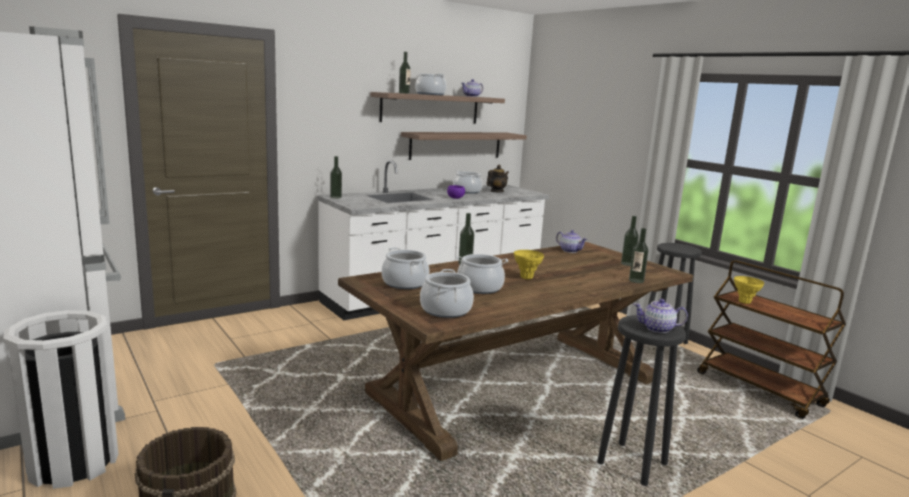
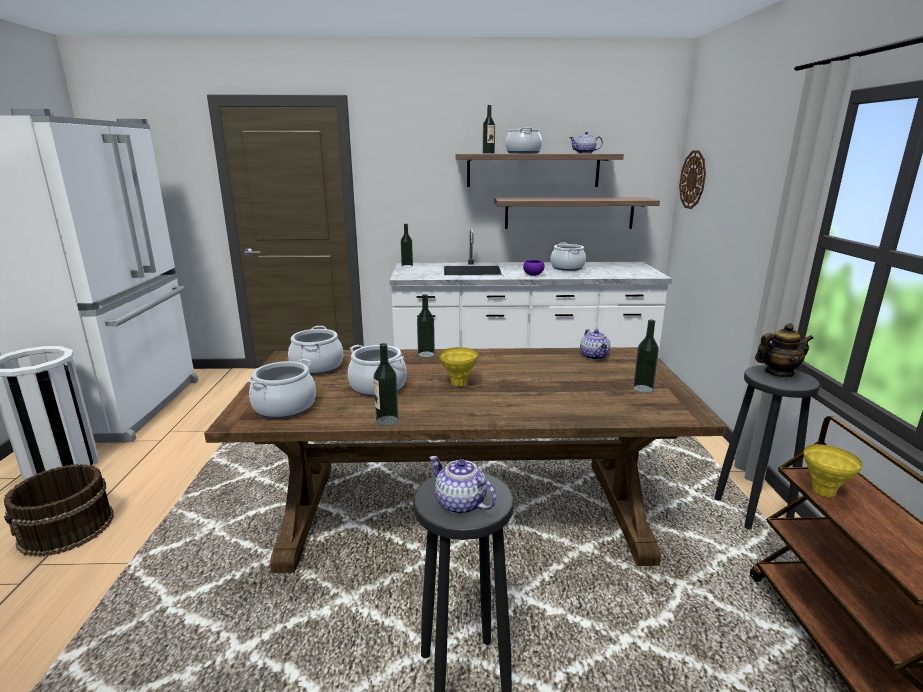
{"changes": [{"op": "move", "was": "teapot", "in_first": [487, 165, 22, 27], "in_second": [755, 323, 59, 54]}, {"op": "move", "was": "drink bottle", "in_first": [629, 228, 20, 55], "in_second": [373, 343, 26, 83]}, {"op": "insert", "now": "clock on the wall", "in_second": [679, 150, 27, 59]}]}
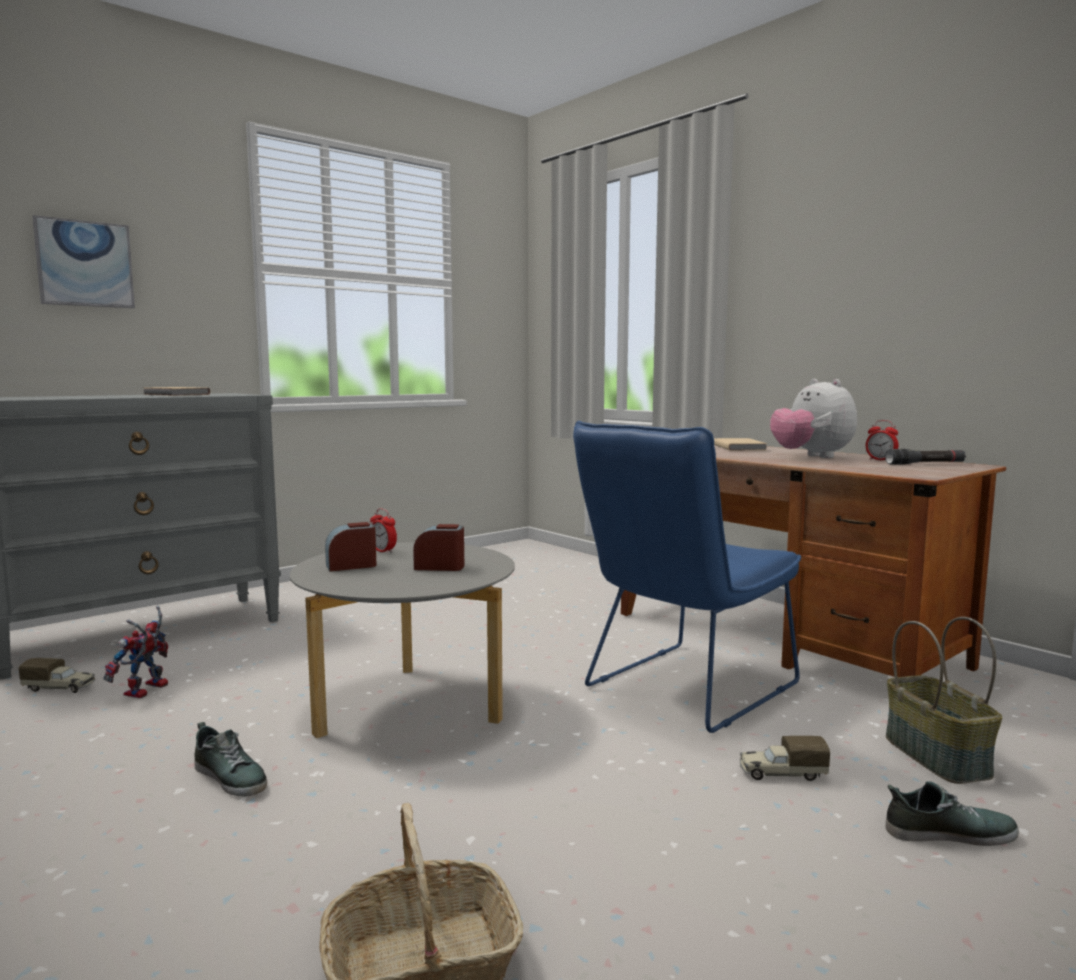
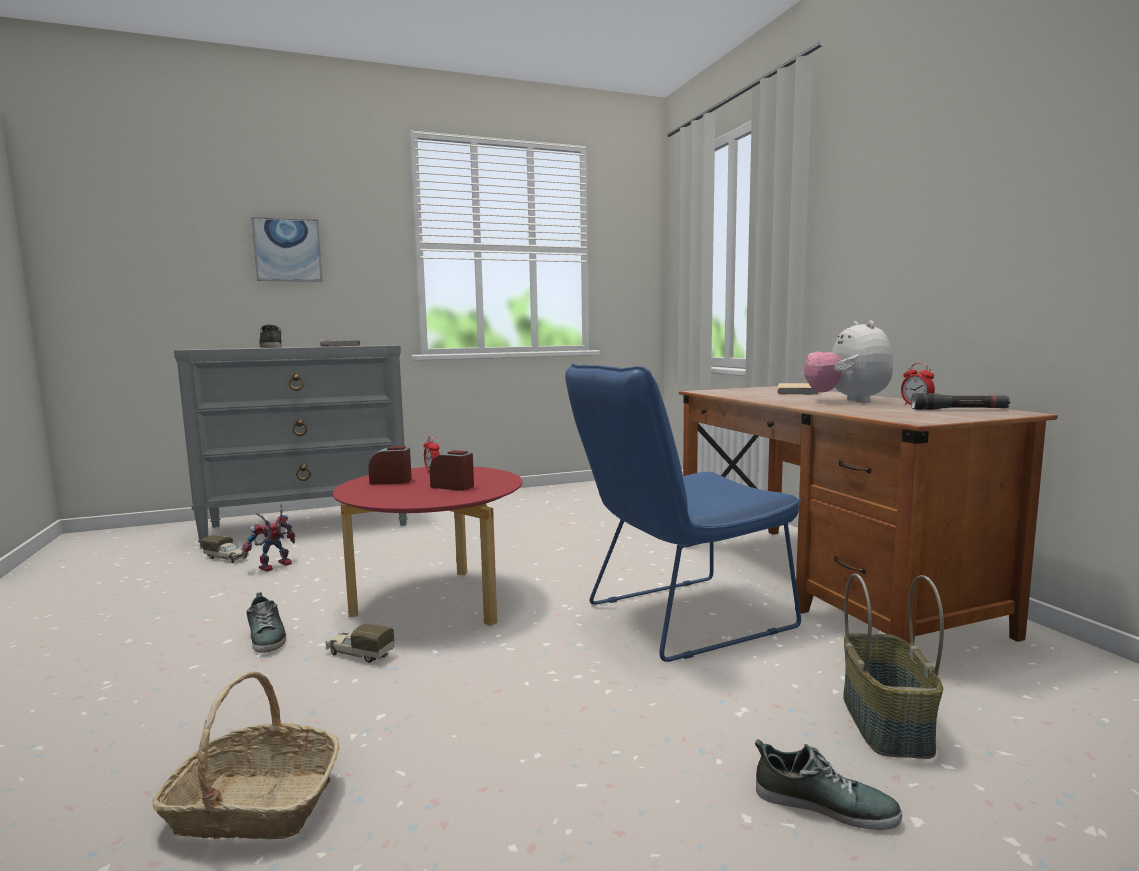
{"changes": [{"op": "recolor", "was": "coffee table (grey)", "now": "coffee table (red)", "in_first": [290, 542, 225, 196], "in_second": [333, 467, 189, 159]}, {"op": "move", "was": "toy lorry", "in_first": [740, 736, 90, 45], "in_second": [325, 624, 69, 39]}, {"op": "insert", "now": "low shoe", "in_second": [259, 324, 23, 24]}]}
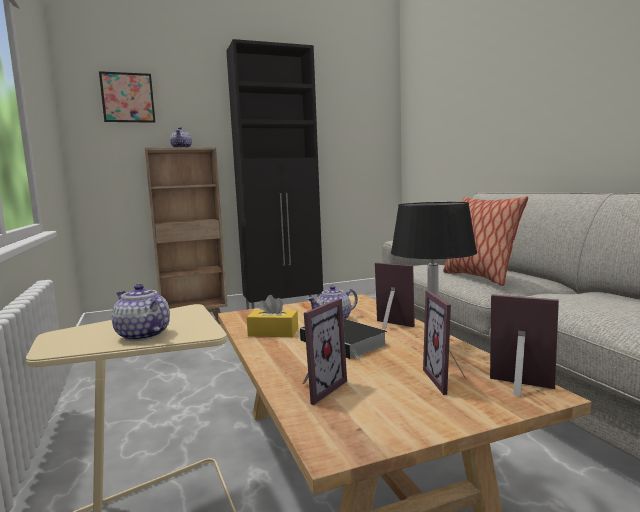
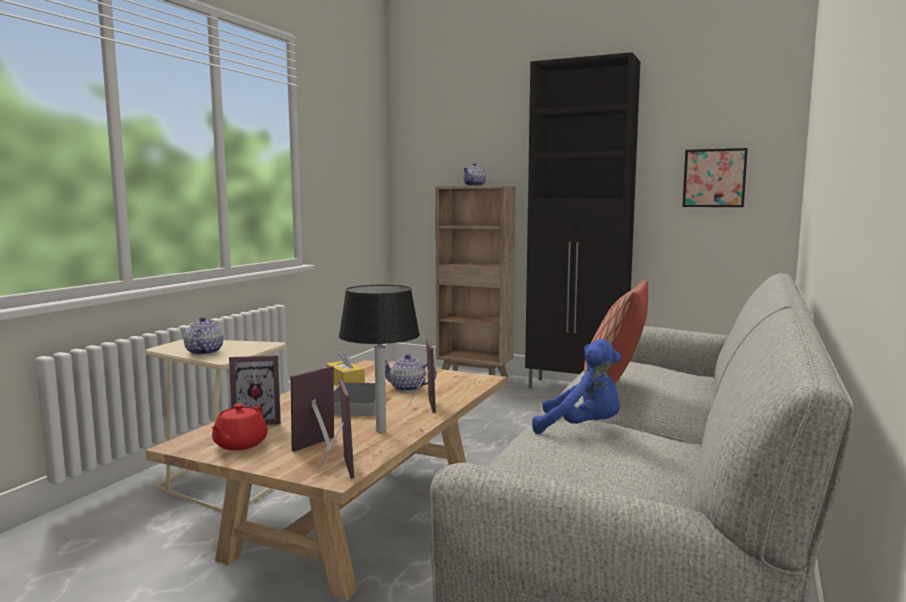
{"changes": [{"op": "move", "was": "picture", "in_first": [99, 71, 56, 52], "in_second": [682, 148, 66, 59]}, {"op": "insert", "now": "plush toy (bluish)", "in_second": [532, 339, 89, 95]}, {"op": "insert", "now": "teapot (red)", "in_second": [211, 403, 57, 47]}]}
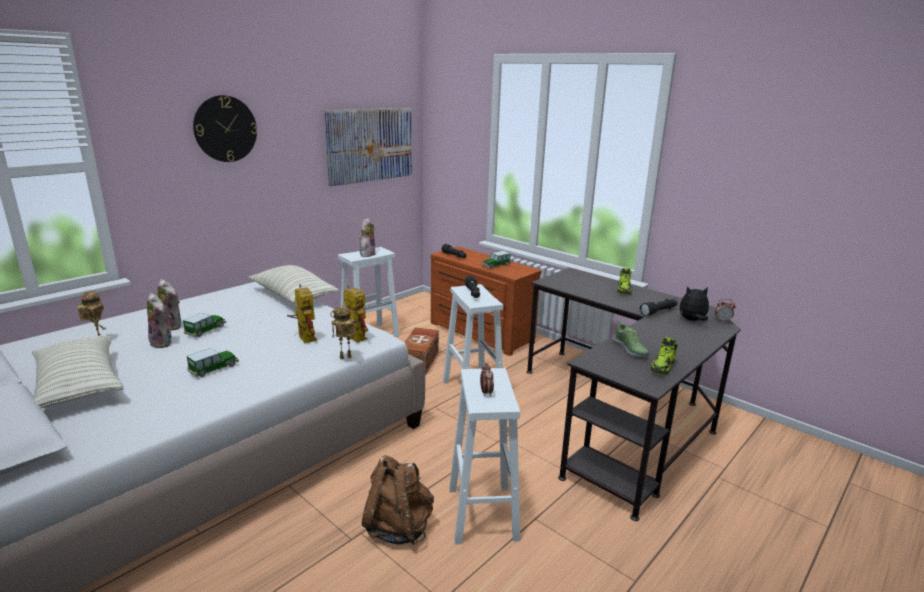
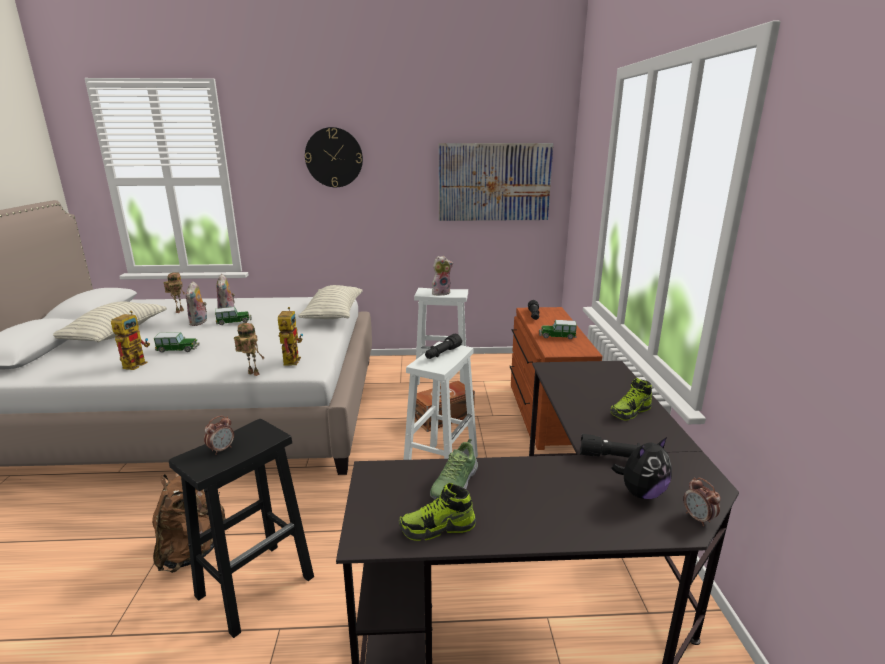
{"changes": [{"op": "move", "was": "toy robot", "in_first": [287, 284, 30, 59], "in_second": [111, 311, 39, 59]}, {"op": "rotate", "was": "plush toy", "in_first": [680, 287, 29, 34], "in_second": [612, 437, 60, 62], "clockwise": 105}, {"op": "recolor", "was": "stool seat (whitish)", "now": "stool seat (blackish)", "in_first": [449, 368, 72, 176], "in_second": [169, 419, 145, 219]}]}
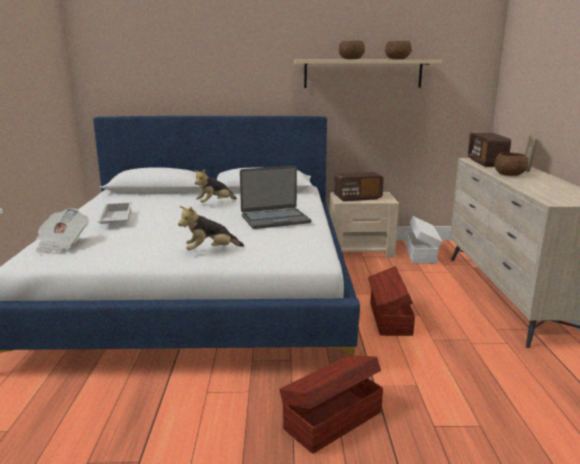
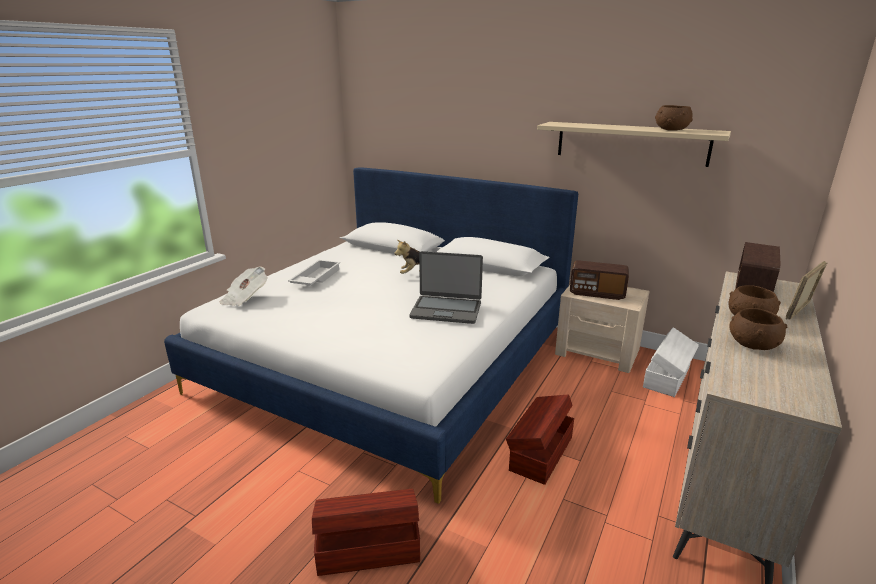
{"changes": [{"op": "move", "was": "bowl (brown-coloured)", "in_first": [339, 40, 26, 19], "in_second": [729, 308, 58, 42]}, {"op": "delete", "was": "plush toy", "in_first": [178, 206, 66, 44]}]}
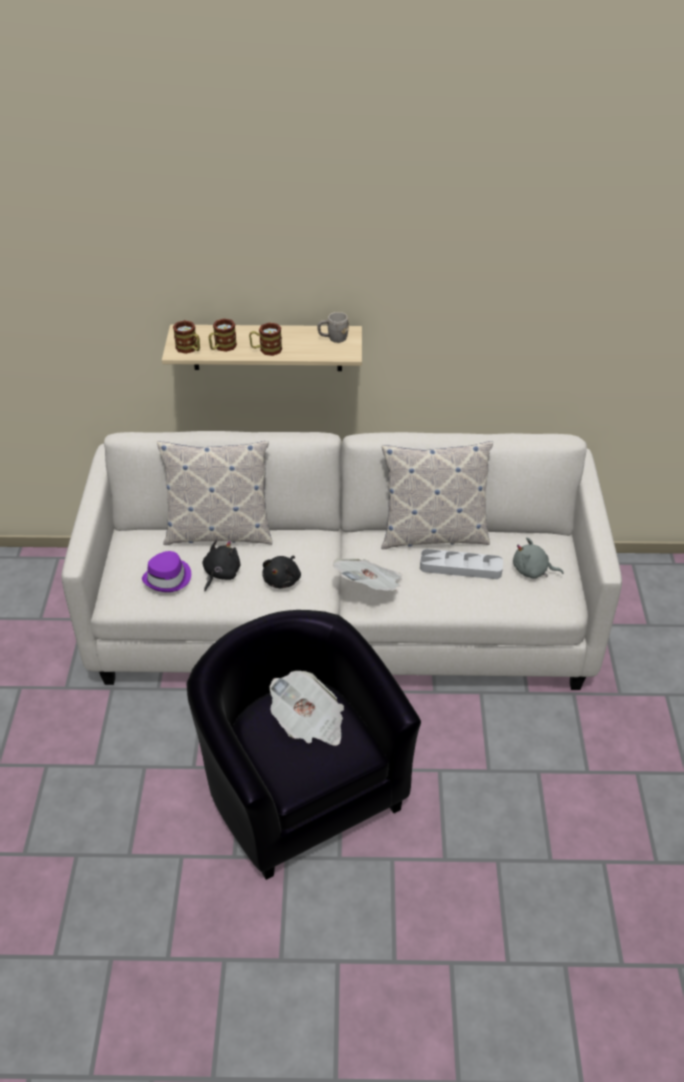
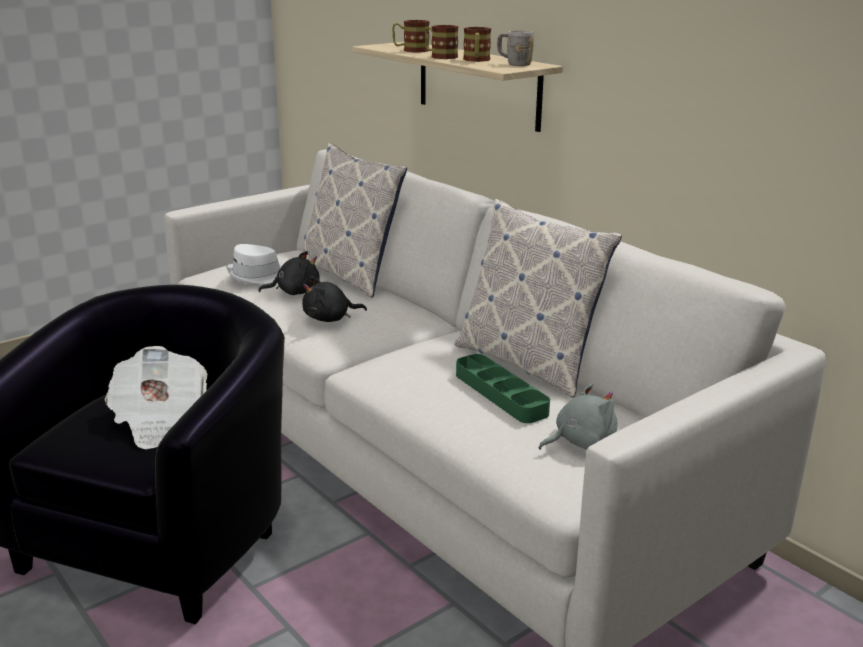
{"changes": [{"op": "move", "was": "tea mug", "in_first": [173, 320, 27, 34], "in_second": [463, 27, 28, 35]}, {"op": "rotate", "was": "plush toy (grey)", "in_first": [513, 537, 51, 42], "in_second": [539, 384, 79, 66], "clockwise": 90}, {"op": "recolor", "was": "carrying tray (grey)", "now": "carrying tray (green-coloured)", "in_first": [420, 549, 83, 30], "in_second": [456, 354, 94, 69]}, {"op": "recolor", "was": "clothing hat (purple-coloured)", "now": "clothing hat (whitish)", "in_first": [142, 551, 49, 41], "in_second": [226, 244, 54, 40]}, {"op": "delete", "was": "newspaper", "in_first": [333, 559, 70, 32]}]}
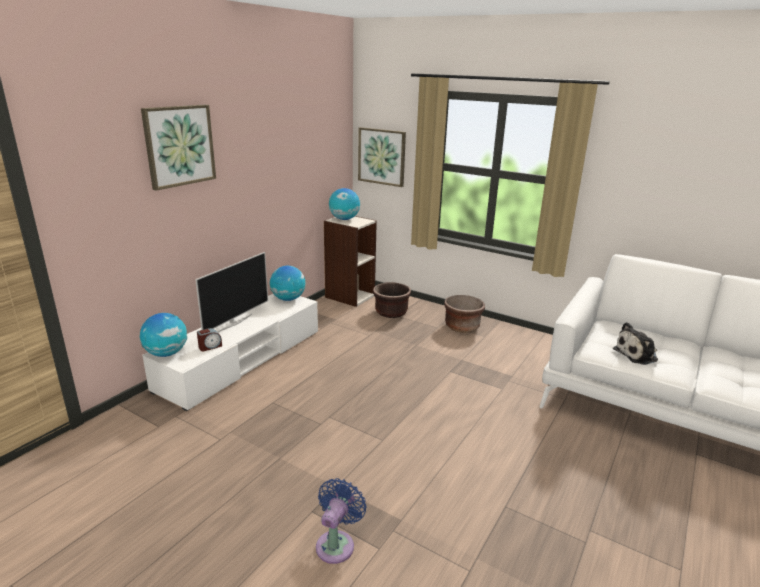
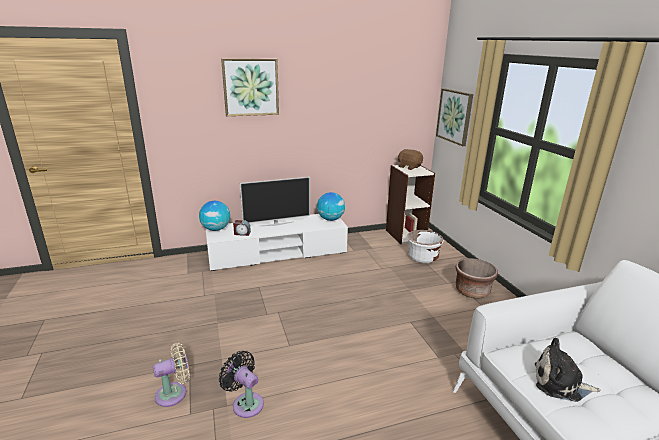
{"changes": [{"op": "replace", "was": "globe", "now": "plush toy (brown-coloured)", "in_first": [329, 188, 31, 32], "in_second": [398, 149, 25, 21]}, {"op": "recolor", "was": "plant pot (brown-coloured)", "now": "plant pot (whitish)", "in_first": [373, 282, 38, 36], "in_second": [407, 230, 37, 33]}, {"op": "recolor", "was": "cooling fan (bluish)", "now": "cooling fan (beige)", "in_first": [316, 478, 50, 86], "in_second": [153, 343, 37, 64]}, {"op": "insert", "now": "cooling fan (blackish)", "in_second": [219, 351, 45, 67]}]}
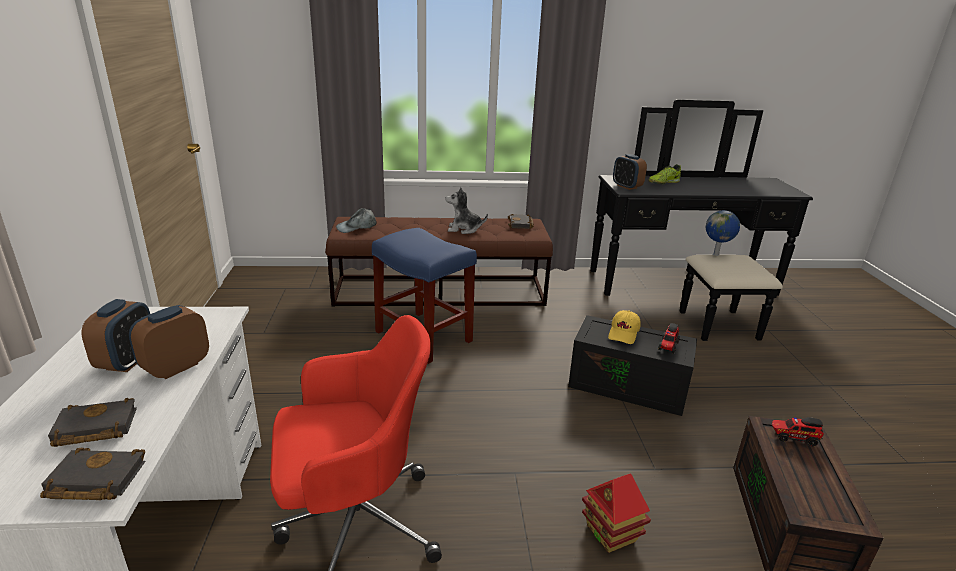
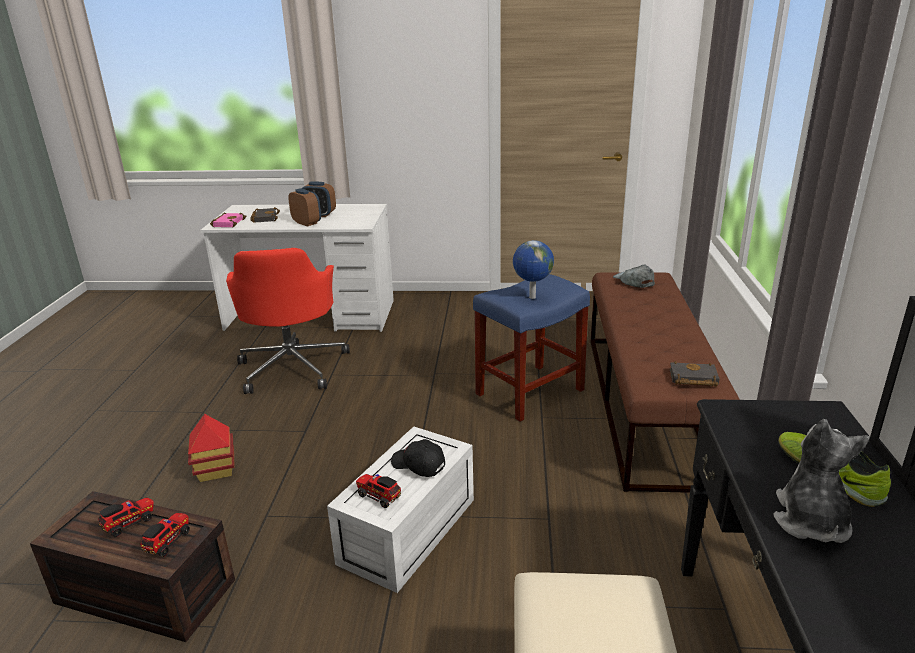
{"changes": [{"op": "delete", "was": "bedside clock", "in_first": [613, 154, 34, 36]}, {"op": "move", "was": "plush toy", "in_first": [445, 187, 43, 47], "in_second": [773, 419, 97, 124]}, {"op": "move", "was": "globe", "in_first": [706, 210, 34, 46], "in_second": [513, 240, 41, 59]}, {"op": "recolor", "was": "peaked cap (yellowish)", "now": "peaked cap (blackish)", "in_first": [608, 310, 32, 34], "in_second": [391, 439, 54, 38]}, {"op": "recolor", "was": "storage box (blackish)", "now": "storage box (whitish)", "in_first": [568, 315, 129, 101], "in_second": [327, 426, 147, 167]}, {"op": "recolor", "was": "book (blackish)", "now": "book (pinkish)", "in_first": [40, 448, 106, 52], "in_second": [210, 212, 36, 15]}, {"op": "insert", "now": "toy lorry", "in_second": [98, 498, 56, 39]}]}
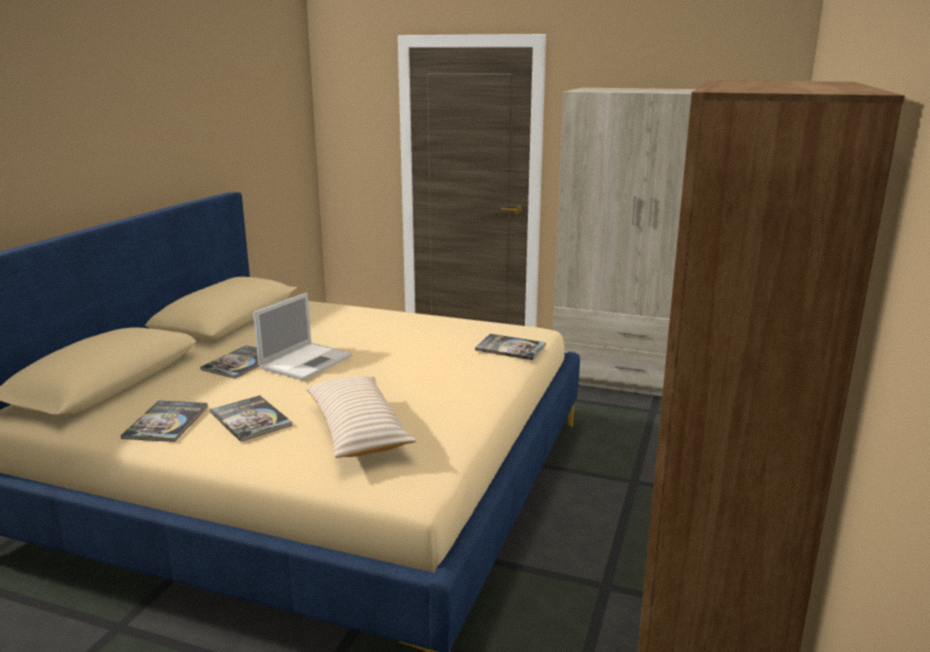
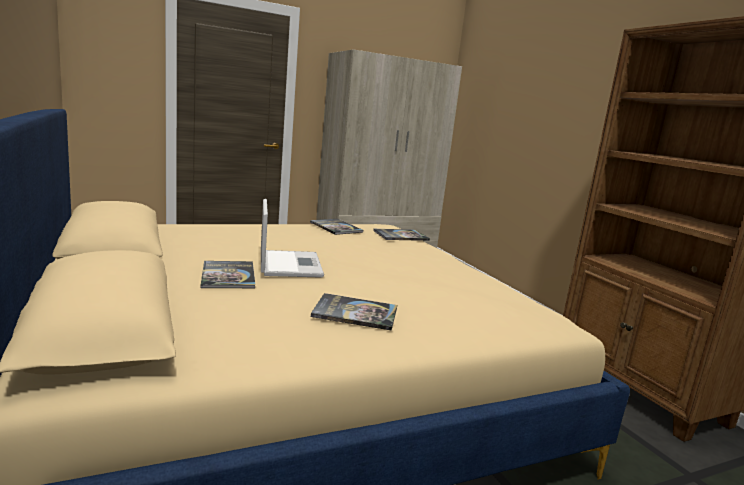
{"changes": [{"op": "delete", "was": "throw pillow (beige)", "in_first": [306, 376, 110, 82]}, {"op": "move", "was": "book", "in_first": [120, 401, 88, 41], "in_second": [310, 219, 53, 16]}]}
